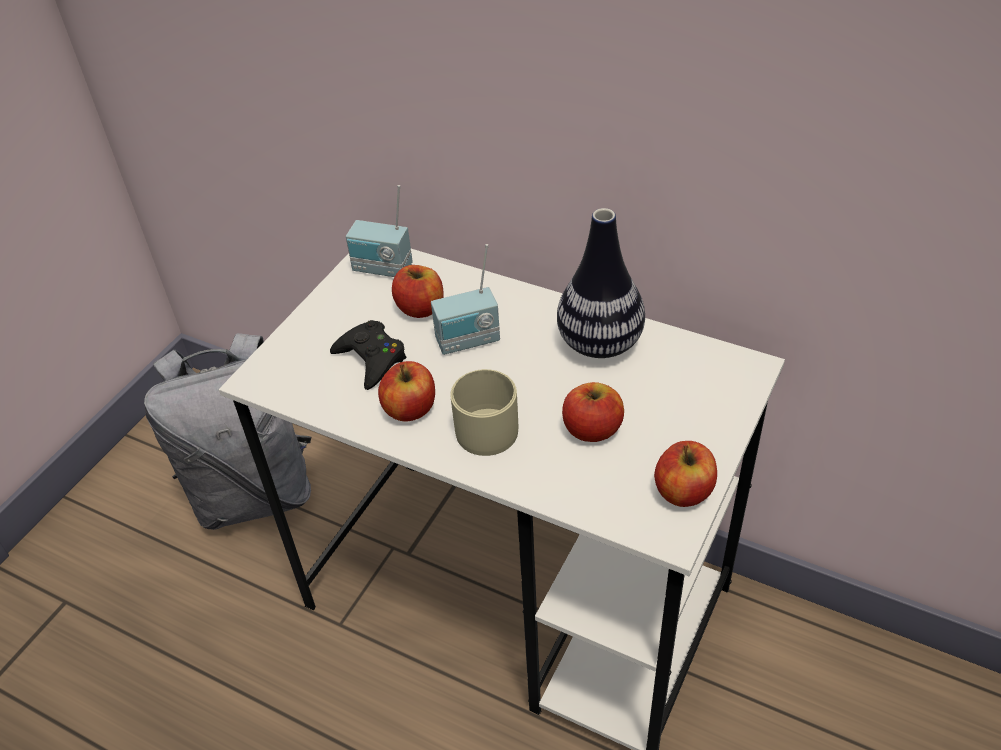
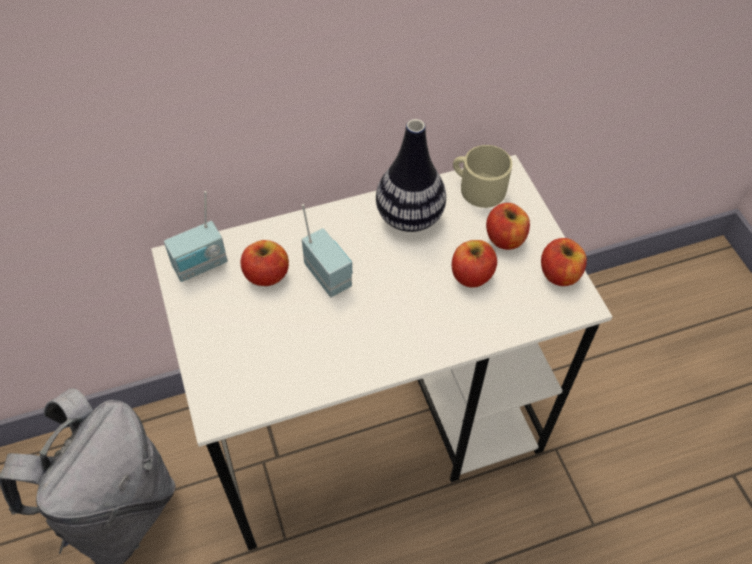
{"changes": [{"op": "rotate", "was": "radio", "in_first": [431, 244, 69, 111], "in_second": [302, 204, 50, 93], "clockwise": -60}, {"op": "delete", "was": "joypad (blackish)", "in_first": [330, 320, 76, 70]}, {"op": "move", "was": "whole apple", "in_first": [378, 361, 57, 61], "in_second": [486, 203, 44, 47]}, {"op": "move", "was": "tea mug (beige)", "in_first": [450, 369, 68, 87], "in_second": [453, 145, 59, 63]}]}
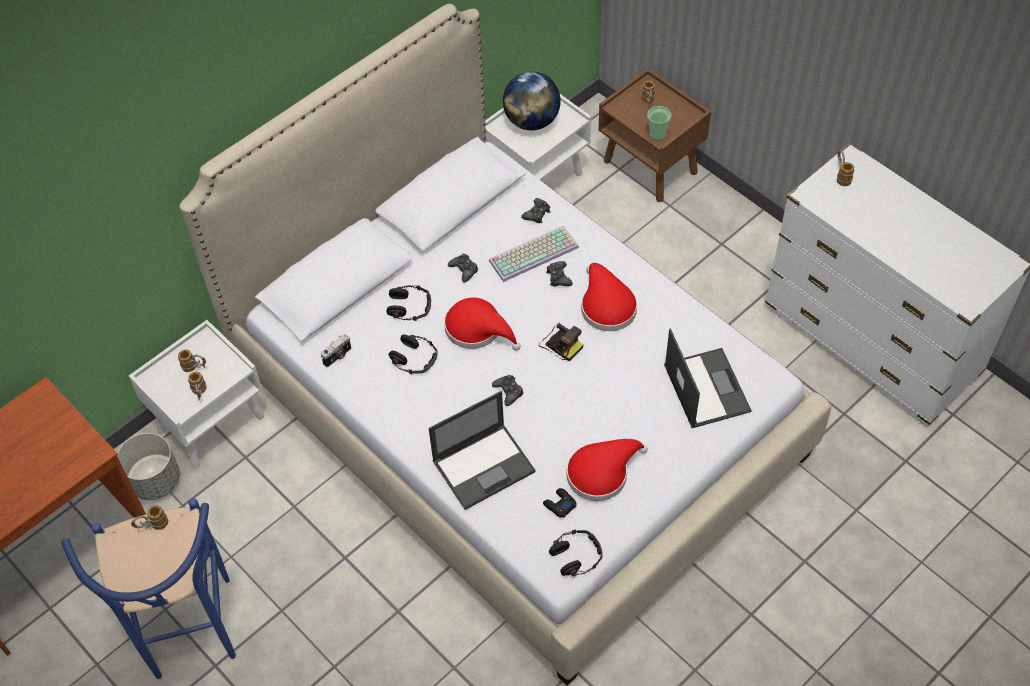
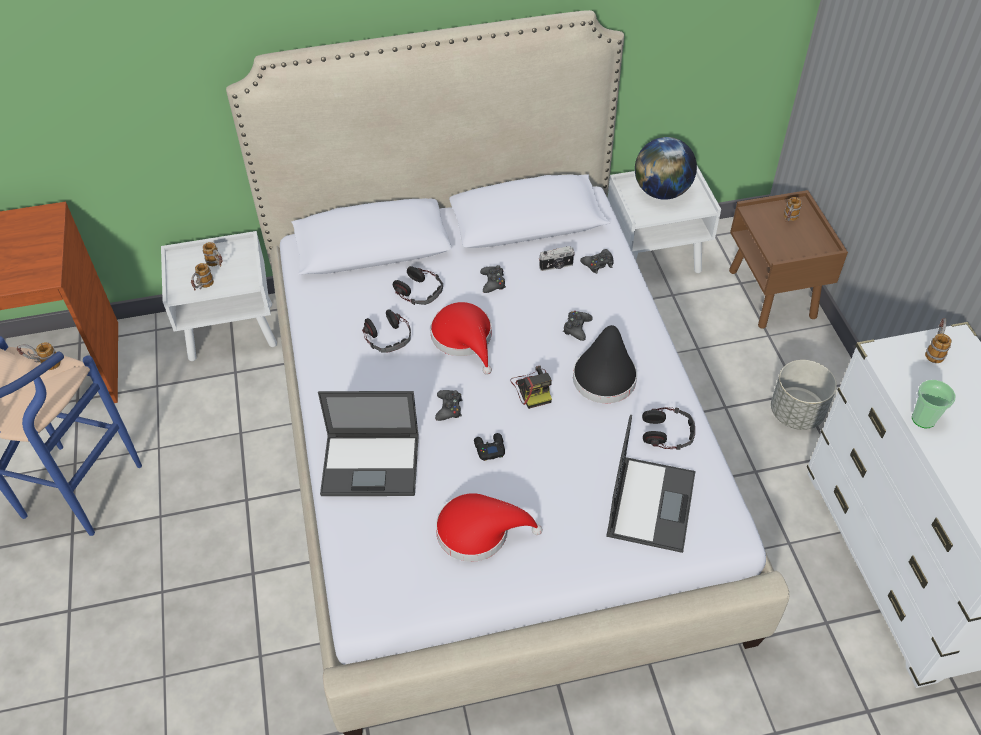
{"changes": [{"op": "move", "was": "drinking cup", "in_first": [647, 106, 24, 34], "in_second": [912, 380, 44, 48]}, {"op": "delete", "was": "keyboard", "in_first": [489, 225, 90, 57]}, {"op": "recolor", "was": "clothing hat (red)", "now": "clothing hat (blackish)", "in_first": [581, 263, 56, 68], "in_second": [573, 325, 64, 78]}, {"op": "move", "was": "still camera", "in_first": [321, 334, 30, 33], "in_second": [539, 246, 36, 25]}, {"op": "move", "was": "plant pot (grey)", "in_first": [117, 433, 63, 67], "in_second": [771, 360, 66, 70]}, {"op": "move", "was": "joypad (blackish)", "in_first": [543, 488, 33, 30], "in_second": [474, 433, 31, 28]}, {"op": "move", "was": "headset", "in_first": [549, 529, 54, 48], "in_second": [642, 407, 53, 43]}]}
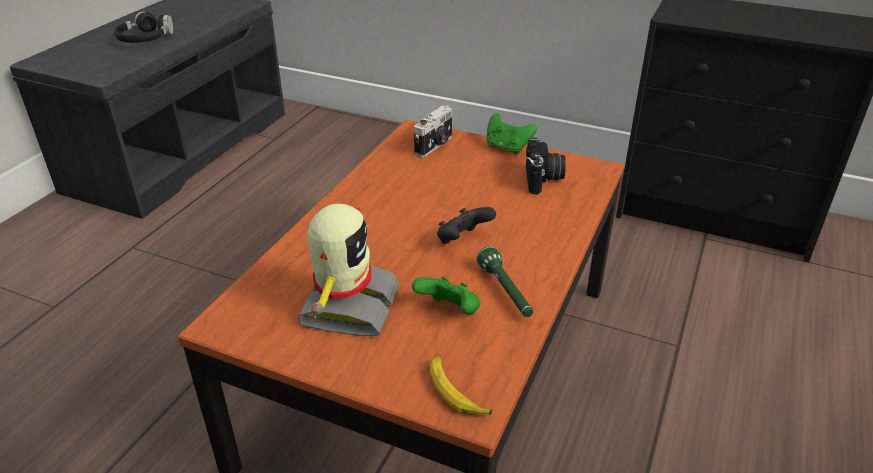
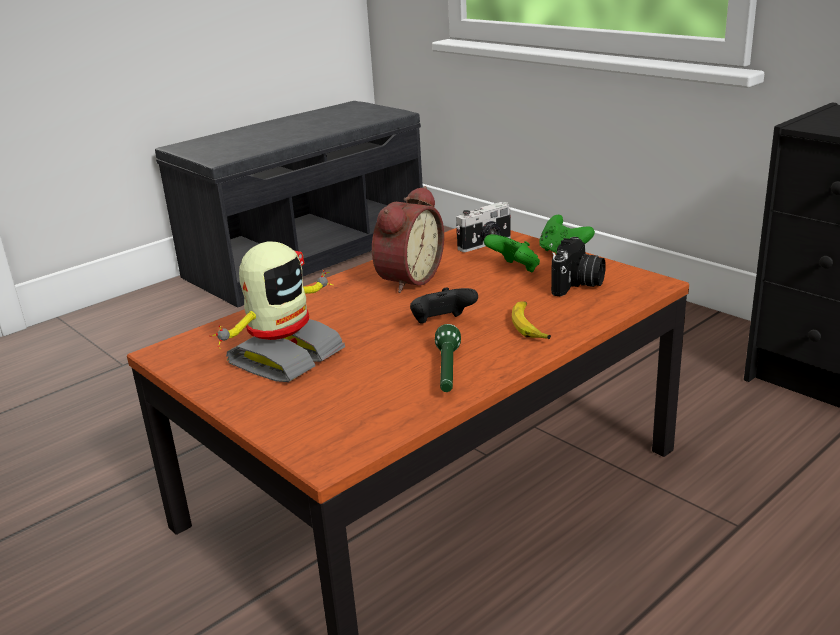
{"changes": [{"op": "delete", "was": "headset (blackish)", "in_first": [114, 11, 59, 32]}, {"op": "move", "was": "joypad (green-coloured)", "in_first": [412, 277, 68, 38], "in_second": [484, 234, 56, 38]}, {"op": "move", "was": "banana", "in_first": [430, 355, 62, 60], "in_second": [512, 301, 39, 38]}, {"op": "insert", "now": "bedside clock", "in_second": [372, 186, 72, 107]}]}
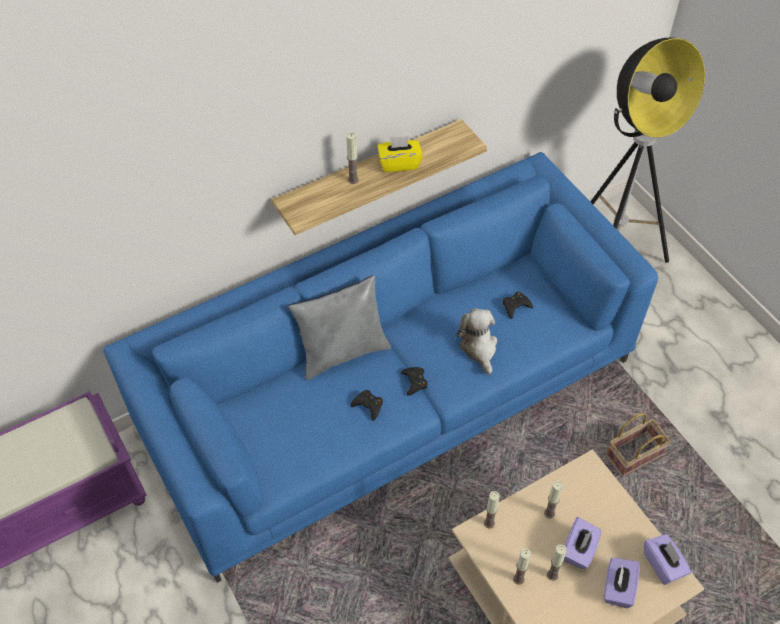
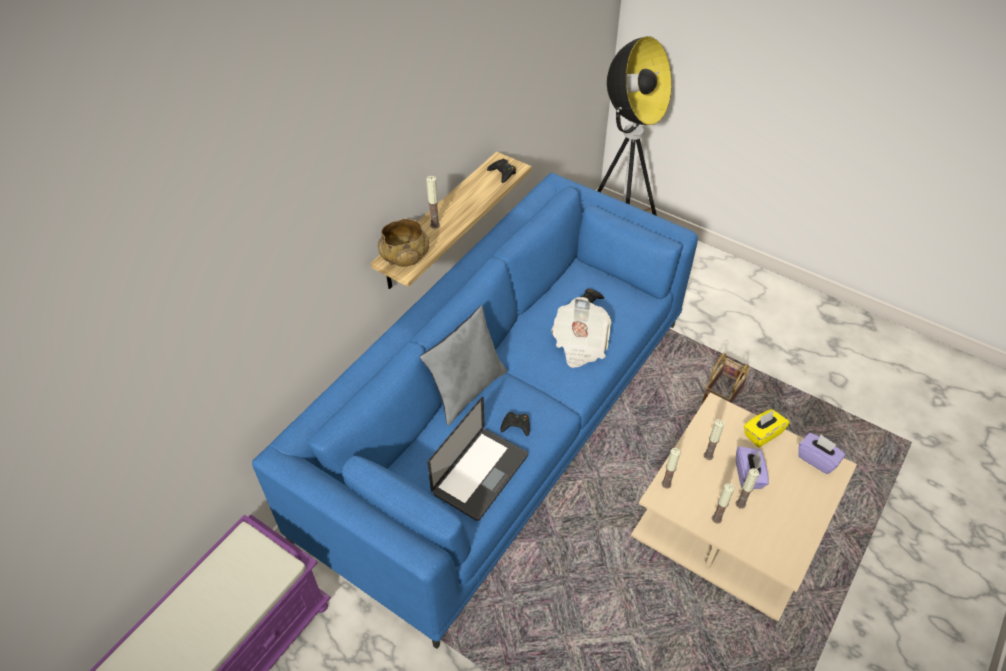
{"changes": [{"op": "move", "was": "tissue box (yellowish)", "in_first": [377, 136, 46, 36], "in_second": [744, 409, 46, 38]}, {"op": "replace", "was": "plush toy", "now": "newspaper", "in_first": [456, 308, 42, 67], "in_second": [552, 297, 59, 71]}, {"op": "move", "was": "joypad (blackish)", "in_first": [401, 367, 26, 29], "in_second": [487, 159, 29, 24]}, {"op": "delete", "was": "tissue box (purple-coloured)", "in_first": [604, 558, 36, 50]}, {"op": "insert", "now": "bowl (beige)", "in_second": [378, 218, 51, 49]}, {"op": "insert", "now": "notebook computer", "in_second": [428, 397, 100, 124]}]}
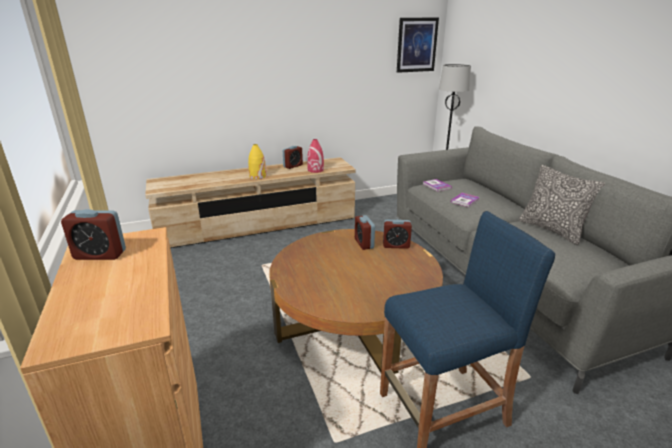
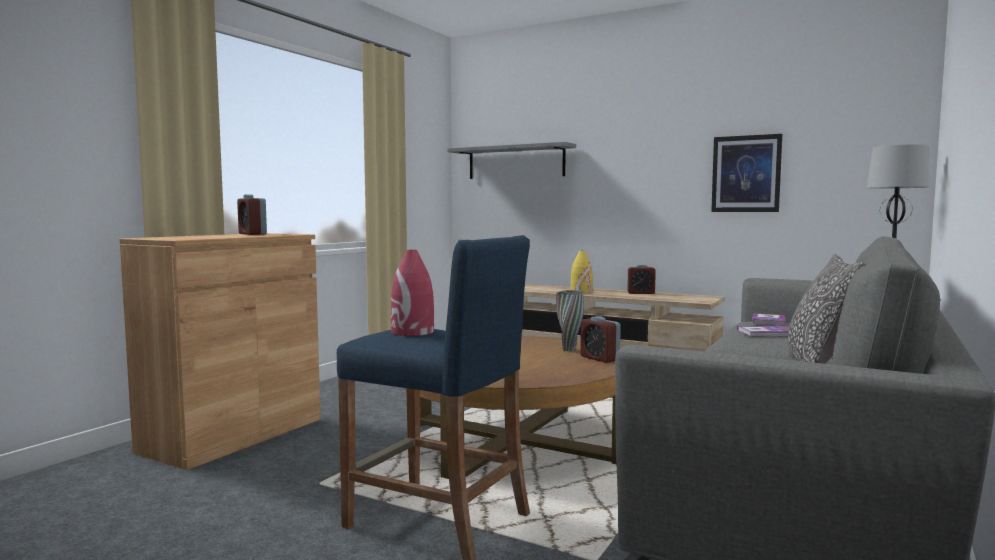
{"changes": [{"op": "move", "was": "picture", "in_first": [397, 18, 42, 55], "in_second": [711, 134, 71, 78]}, {"op": "move", "was": "flower vase (red)", "in_first": [307, 139, 17, 34], "in_second": [391, 250, 43, 86]}, {"op": "replace", "was": "bedside clock", "now": "flower vase (grey)", "in_first": [355, 215, 20, 35], "in_second": [556, 290, 28, 62]}, {"op": "insert", "now": "bracket shelf (grey)", "in_second": [447, 142, 129, 37]}]}
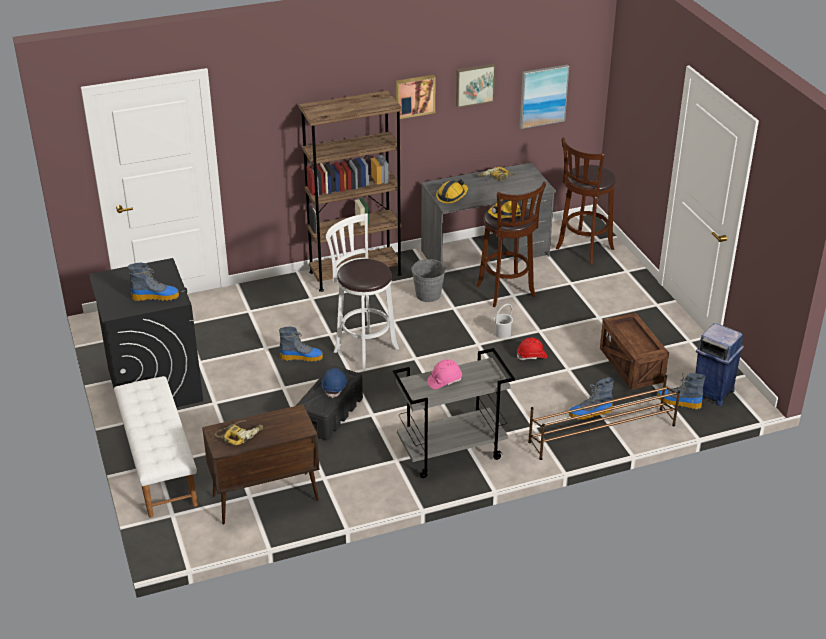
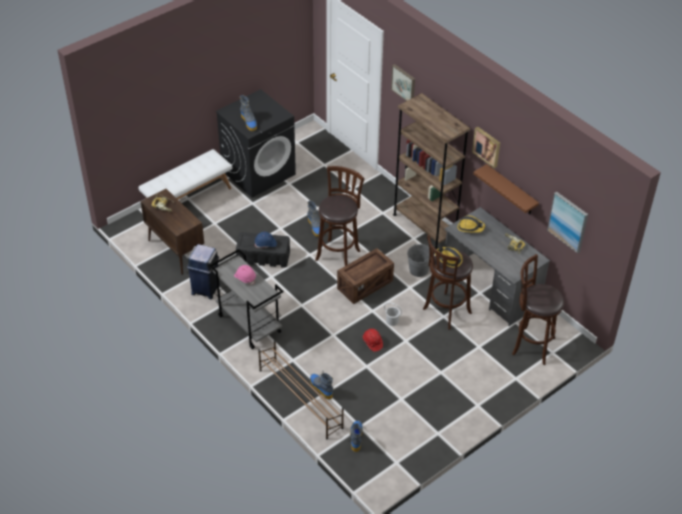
{"changes": [{"op": "move", "was": "picture", "in_first": [456, 64, 39, 44], "in_second": [391, 64, 24, 37]}, {"op": "recolor", "was": "stool seat (whitish)", "now": "stool seat (brown-coloured)", "in_first": [326, 214, 73, 157], "in_second": [315, 166, 49, 100]}, {"op": "move", "was": "shipping crate", "in_first": [600, 313, 69, 77], "in_second": [337, 248, 57, 56]}, {"op": "move", "was": "waste bin (bluish)", "in_first": [696, 323, 48, 83], "in_second": [187, 244, 33, 55]}, {"op": "insert", "now": "bracket shelf (brown-coloured)", "in_second": [473, 164, 66, 50]}]}
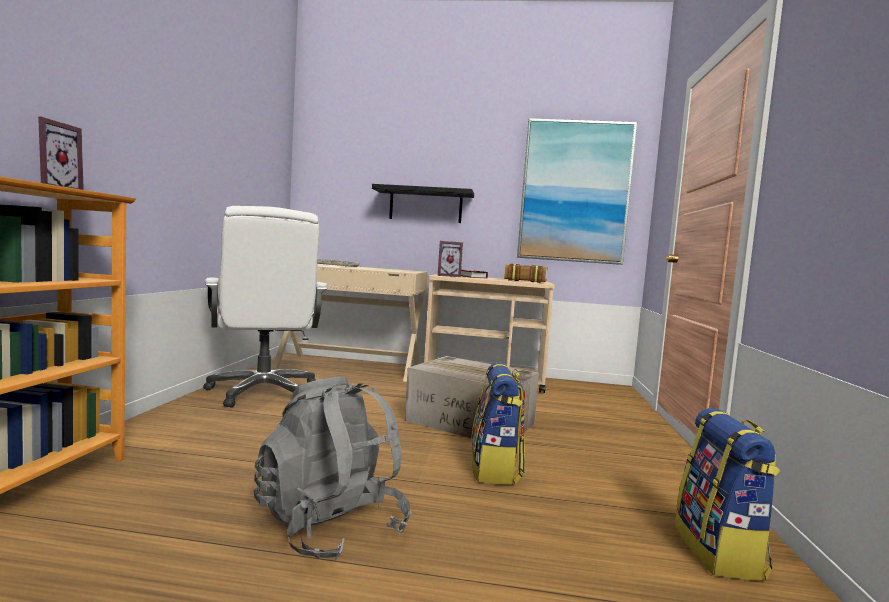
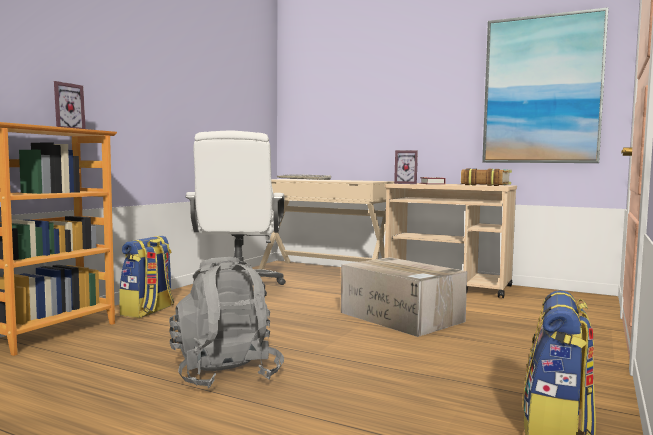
{"changes": [{"op": "delete", "was": "bracket shelf (blackish)", "in_first": [372, 184, 102, 39]}, {"op": "move", "was": "backpack", "in_first": [471, 363, 54, 122], "in_second": [119, 236, 55, 82]}]}
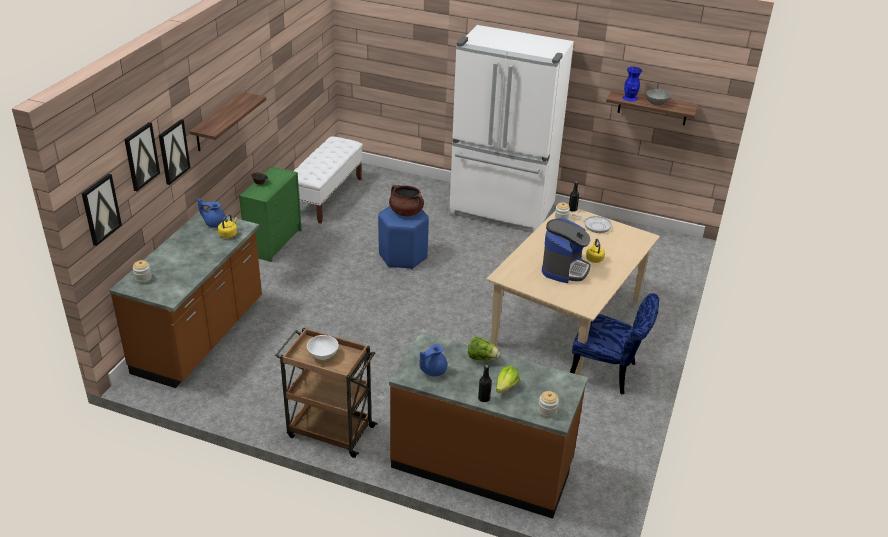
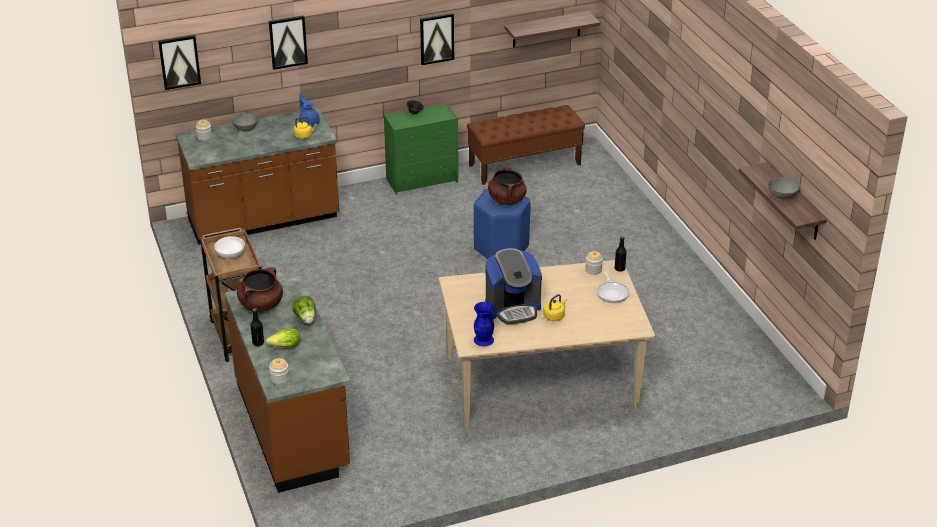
{"changes": [{"op": "delete", "was": "kitchen fridge (whitish)", "in_first": [450, 25, 124, 208]}, {"op": "move", "was": "flower vase (bluish)", "in_first": [623, 67, 19, 35], "in_second": [474, 302, 20, 45]}, {"op": "move", "was": "bracket shelf", "in_first": [189, 92, 77, 59], "in_second": [504, 11, 97, 36]}, {"op": "move", "was": "picture", "in_first": [124, 122, 36, 69], "in_second": [420, 13, 34, 52]}, {"op": "recolor", "was": "indoor bench (whitish)", "now": "indoor bench (brown-coloured)", "in_first": [294, 137, 69, 87], "in_second": [467, 105, 118, 80]}, {"op": "delete", "was": "chair (bluish)", "in_first": [570, 293, 89, 101]}, {"op": "replace", "was": "teapot (bluish)", "now": "stockpot (brown-coloured)", "in_first": [419, 344, 28, 33], "in_second": [237, 267, 46, 45]}, {"op": "insert", "now": "bowl (grey)", "in_second": [232, 113, 26, 19]}]}
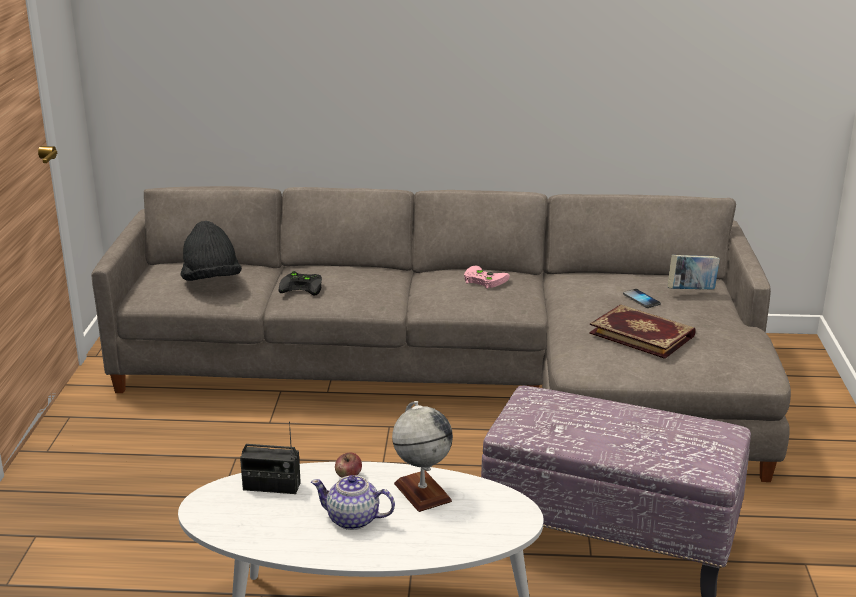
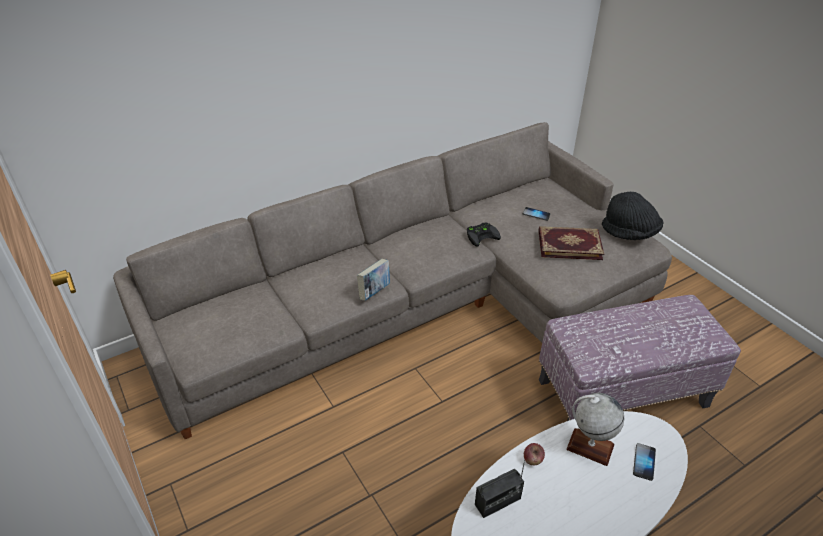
{"changes": [{"op": "move", "was": "clothing hat (blackish)", "in_first": [180, 221, 62, 60], "in_second": [602, 192, 62, 48]}, {"op": "move", "was": "book", "in_first": [668, 255, 52, 35], "in_second": [357, 259, 33, 42]}, {"op": "delete", "was": "joypad (pinkish)", "in_first": [464, 266, 46, 23]}, {"op": "move", "was": "joypad (blackish)", "in_first": [279, 271, 43, 25], "in_second": [467, 222, 34, 25]}, {"op": "delete", "was": "teapot", "in_first": [311, 475, 84, 55]}, {"op": "insert", "now": "phone", "in_second": [633, 443, 23, 38]}]}
